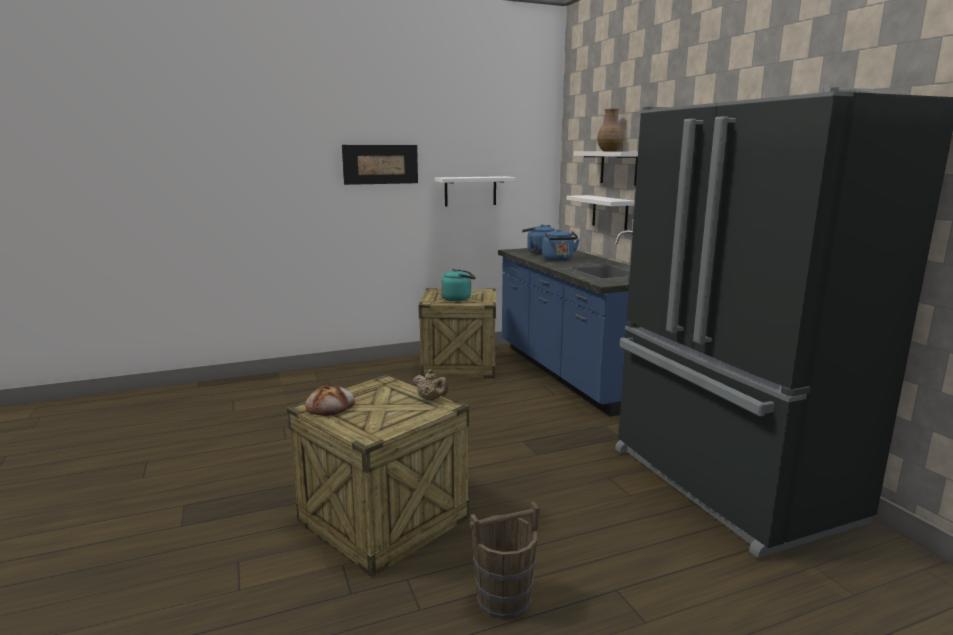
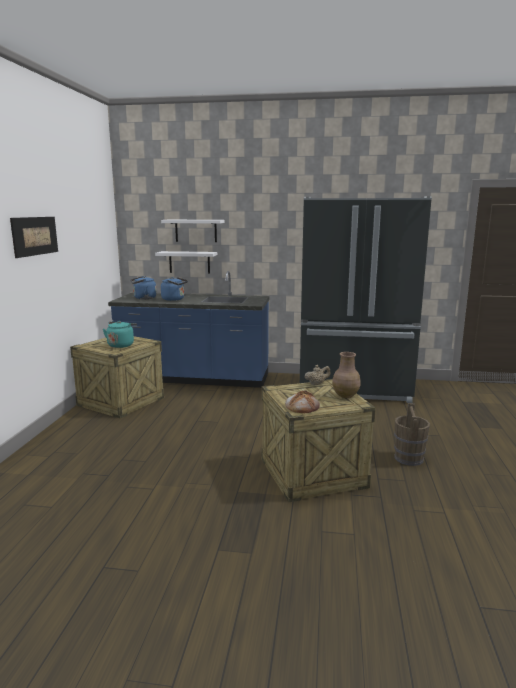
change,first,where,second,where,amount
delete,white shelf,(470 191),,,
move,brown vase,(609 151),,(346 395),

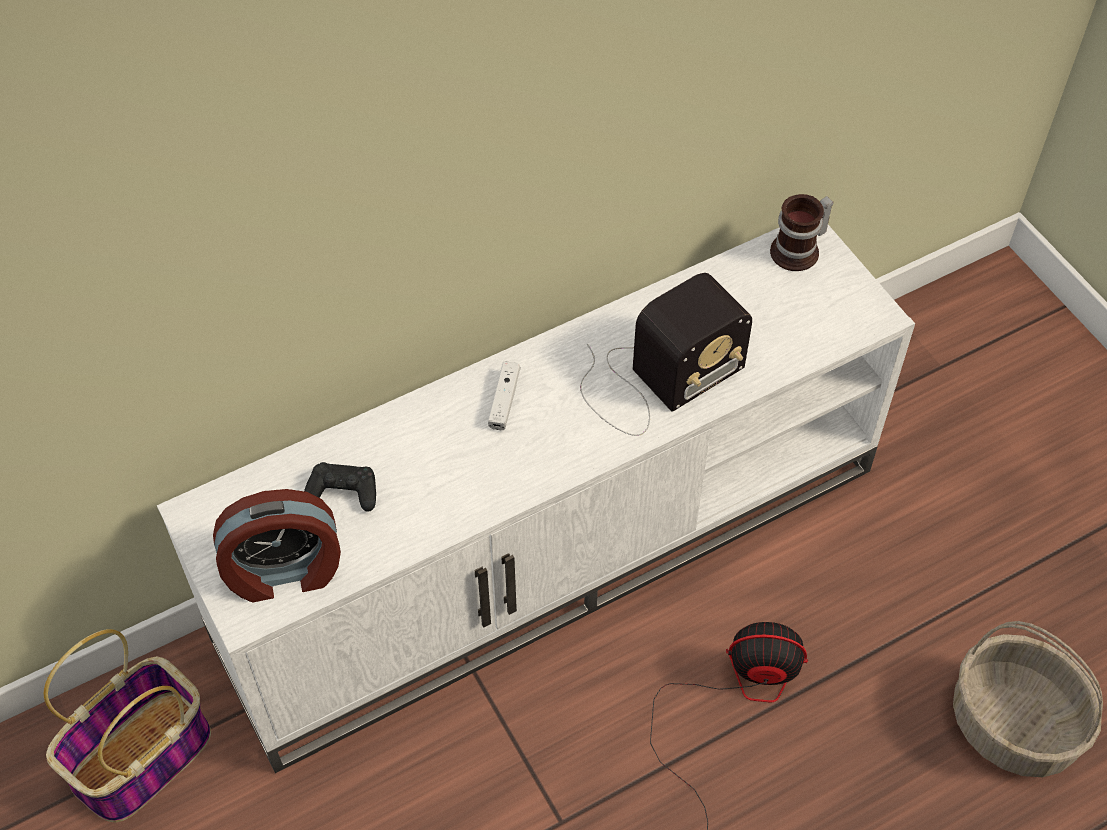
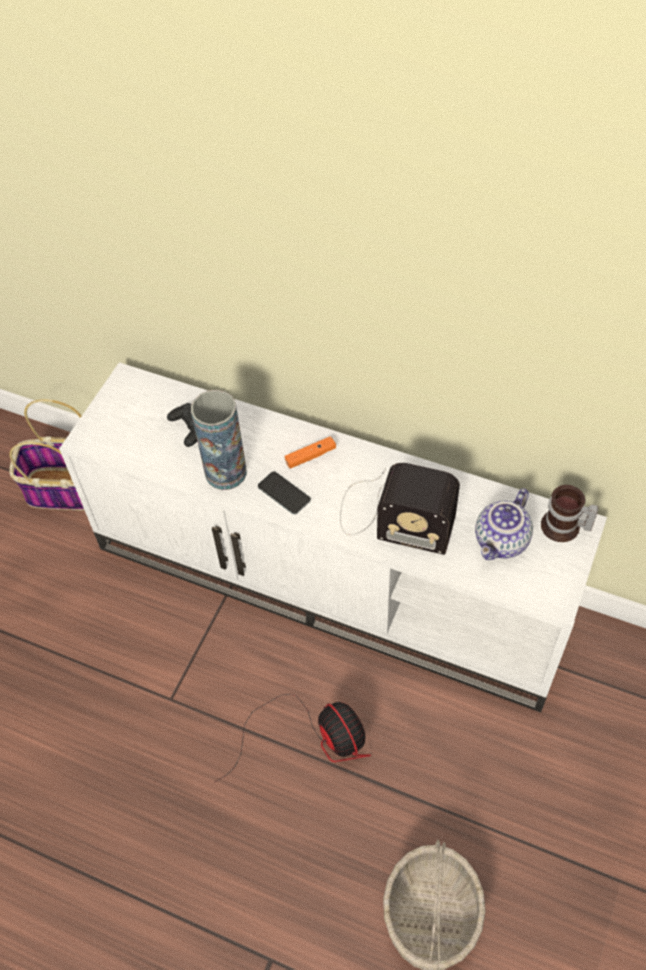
change,first,where,second,where,amount
delete,alarm clock,(284 572),,,
recolor,white game controller,(504 400),orange game controller,(310 456),
insert,,,vase,(226 472),
insert,,,phone,(284 493),
insert,,,teapot,(502 542),

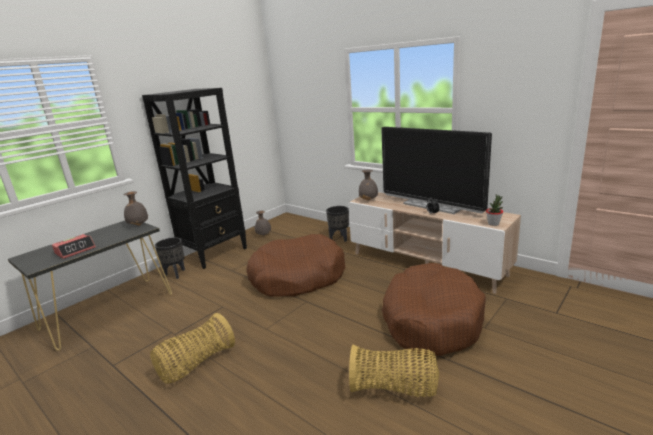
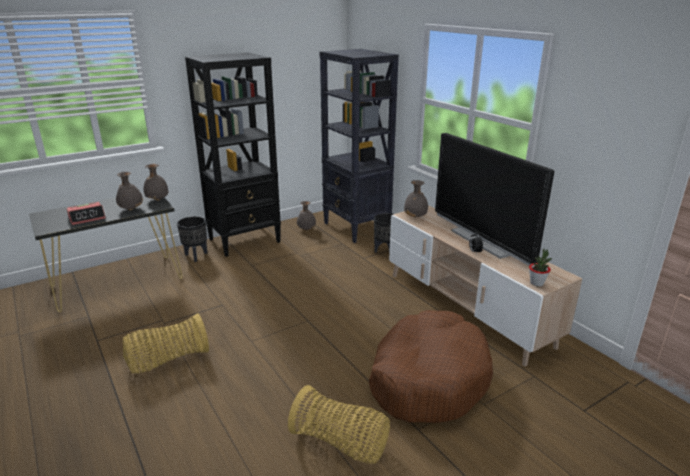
change,first,where,second,where,amount
delete,brown dog bed,(297 277),,,
insert,,,grey vase,(131 209),
insert,,,black bookcase,(356 228),

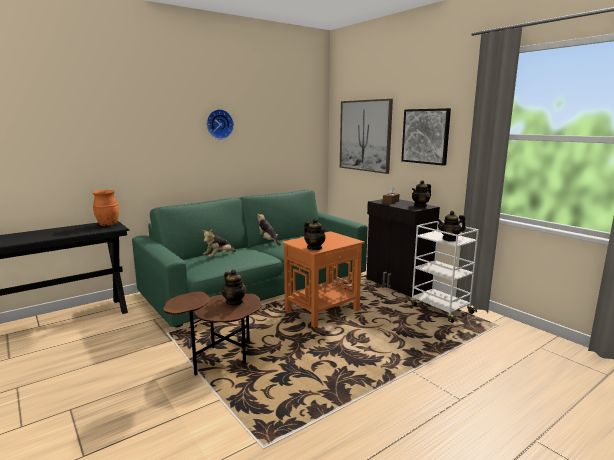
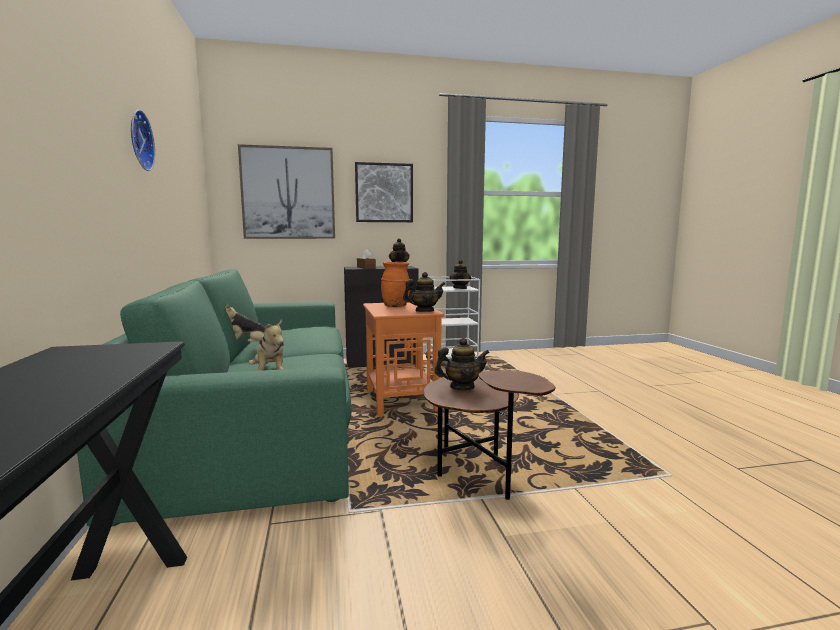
change,first,where,second,where,amount
move,orange vase,(108 225),,(396 306),

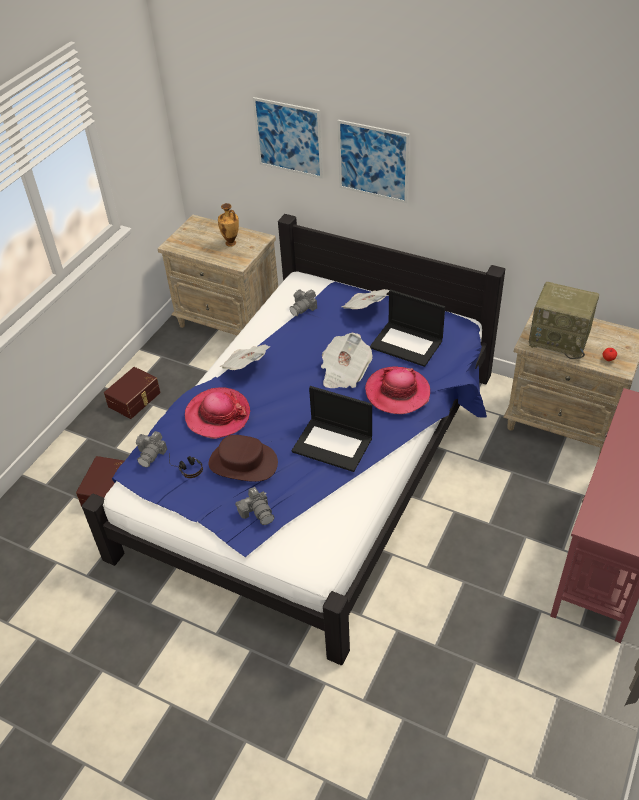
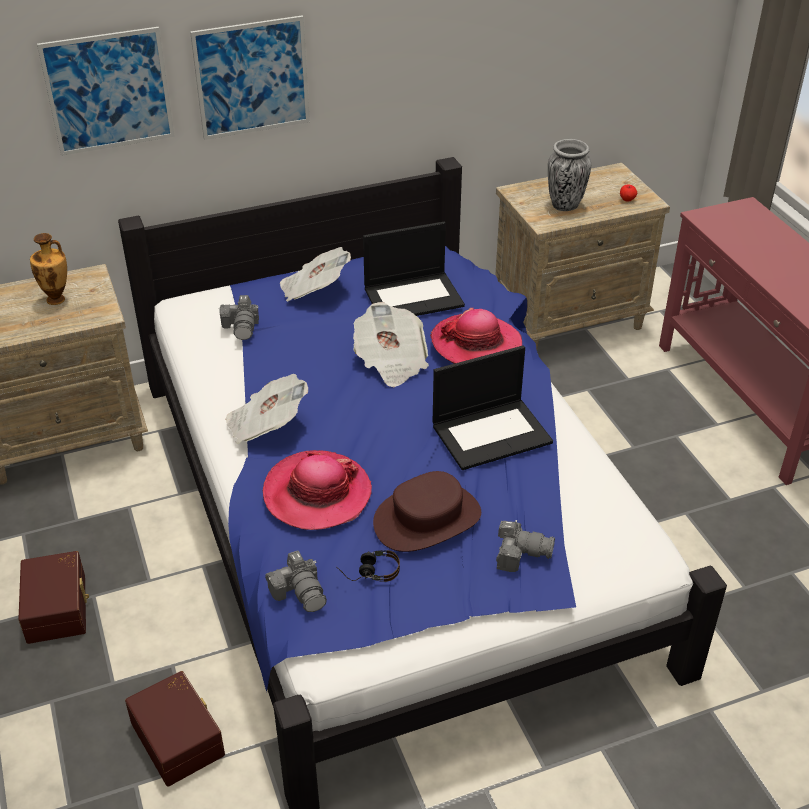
change,first,where,second,where,amount
replace,radio,(560 339),vase,(565 205),

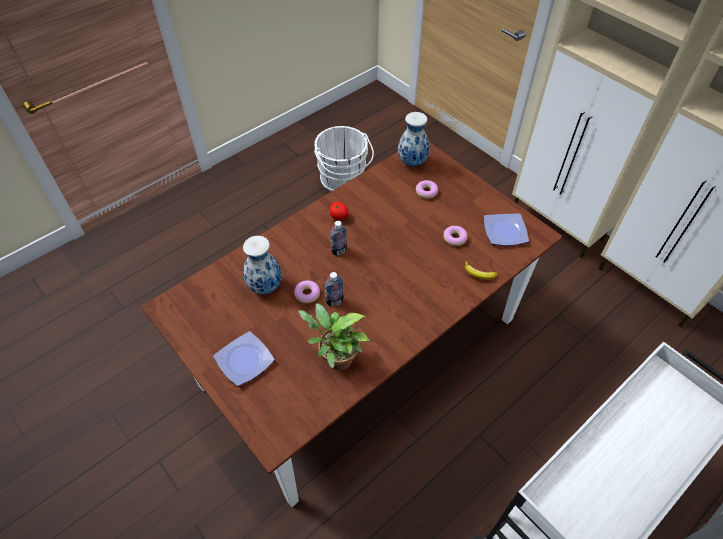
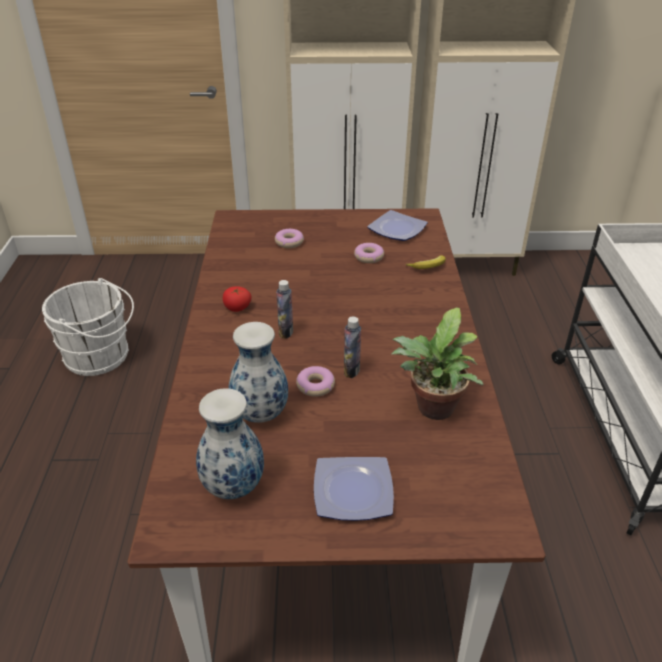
change,first,where,second,where,amount
move,vase,(412 163),,(234 488),

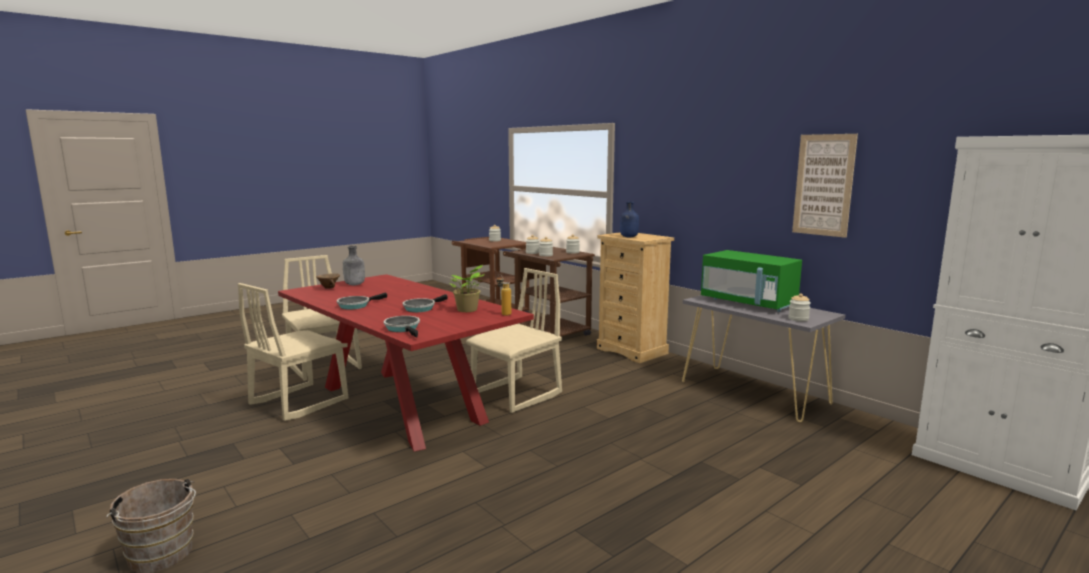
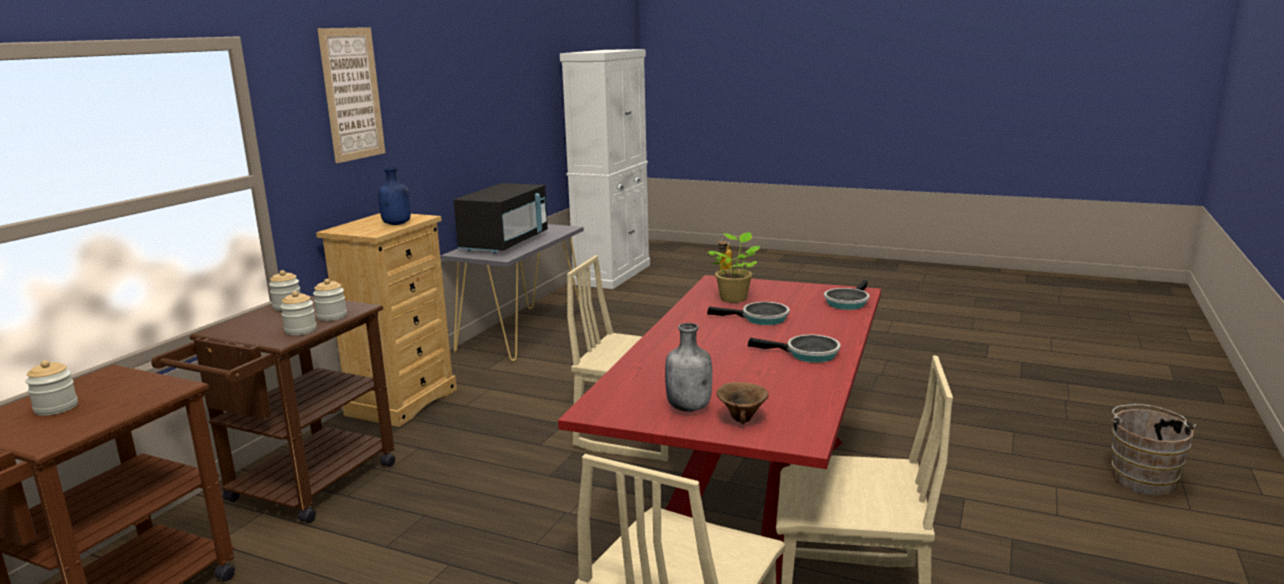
change,first,where,second,where,amount
recolor,green microwave,(748 303),black microwave,(505 243),
delete,jar,(798 319),,,
move,picture,(823 185),,(352 94),

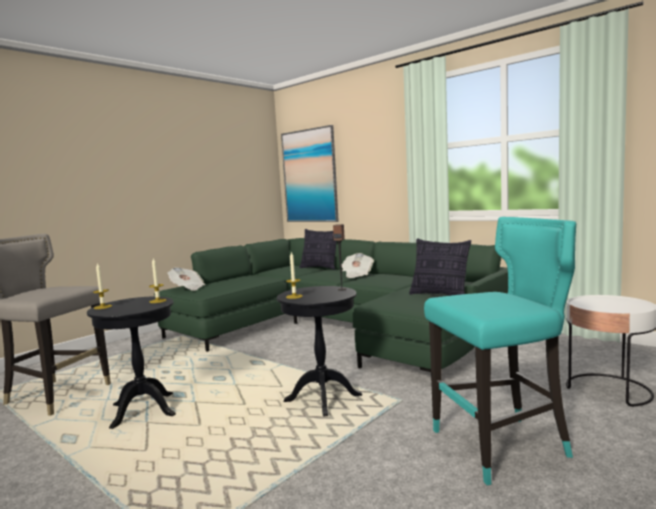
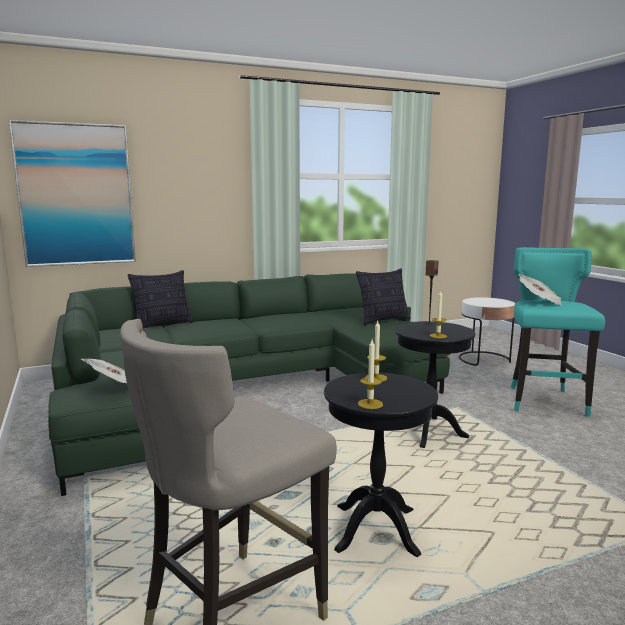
change,first,where,second,where,amount
move,newspaper,(357 274),,(539 302),

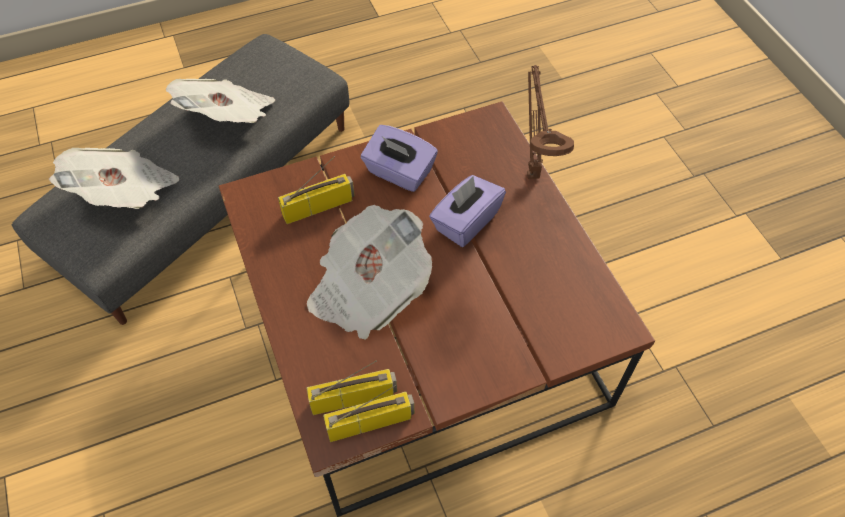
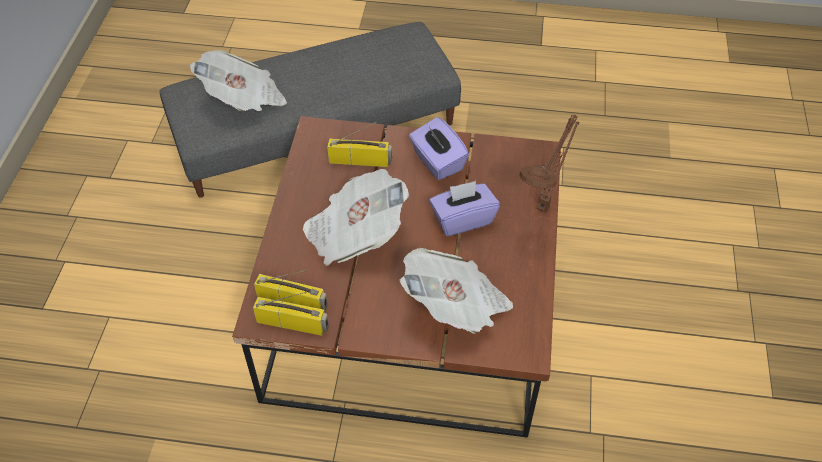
change,first,where,second,where,amount
move,newspaper,(229 118),,(456 306),

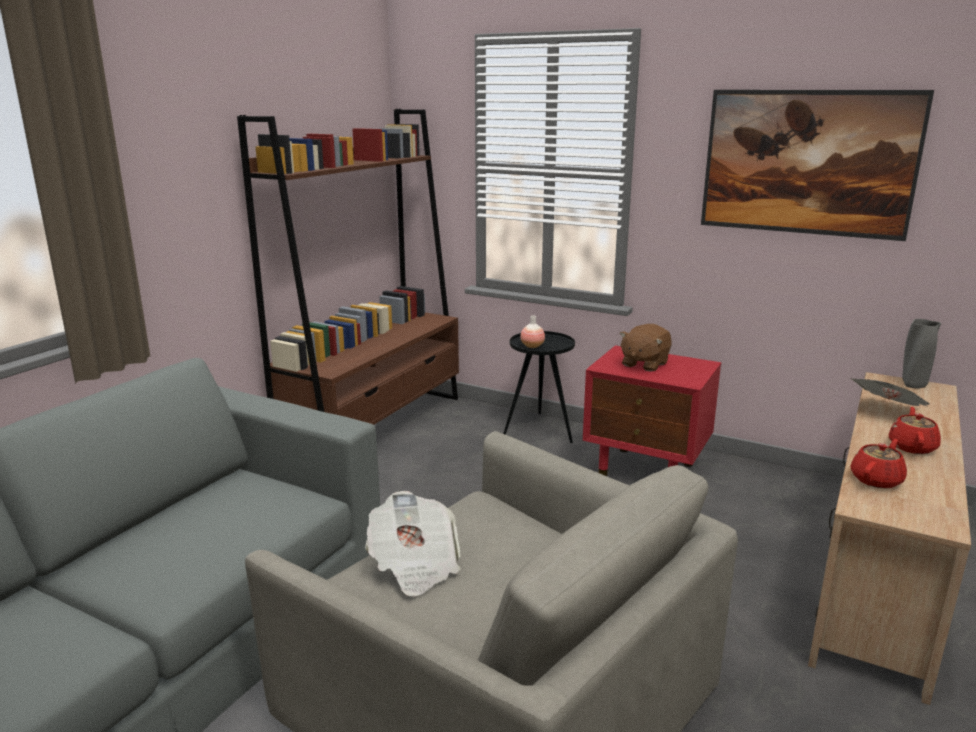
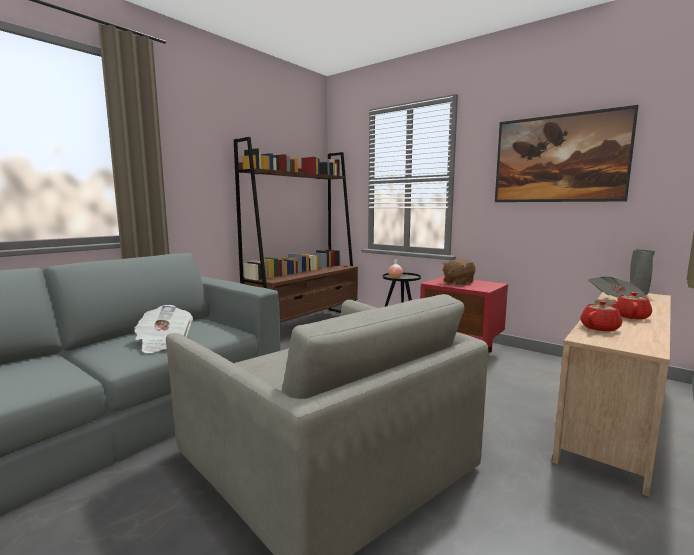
change,first,where,second,where,amount
move,newspaper,(414 565),,(163 343),

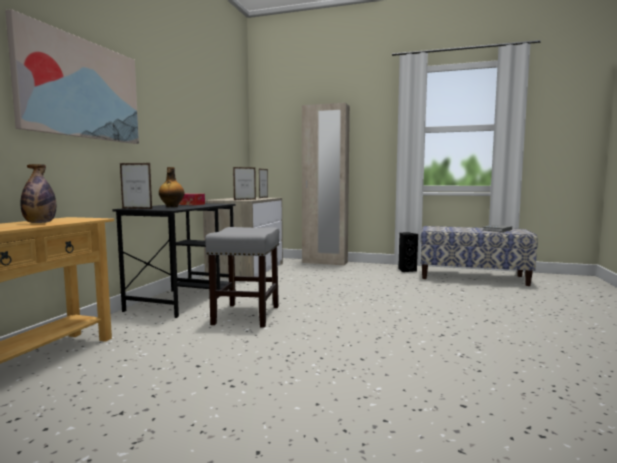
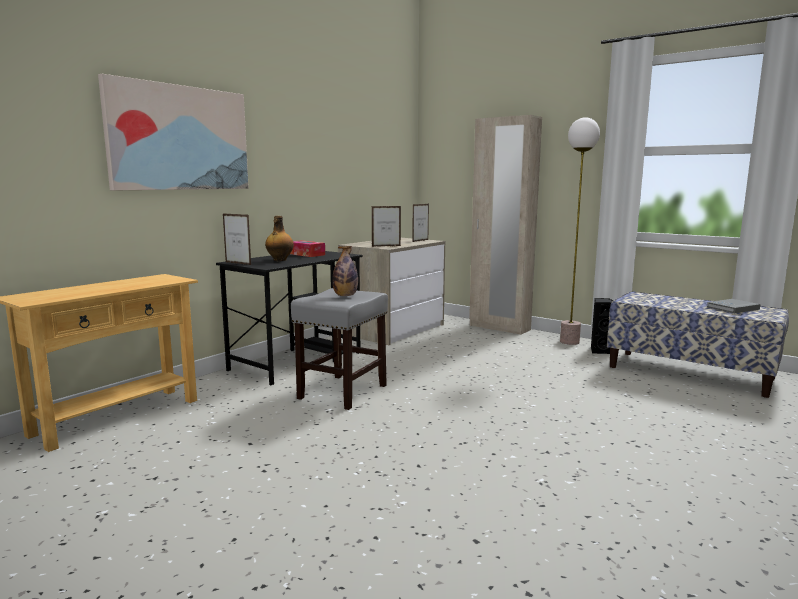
change,first,where,second,where,amount
move,bottle,(40 223),,(345 295),
insert,,,floor lamp,(569 342),

